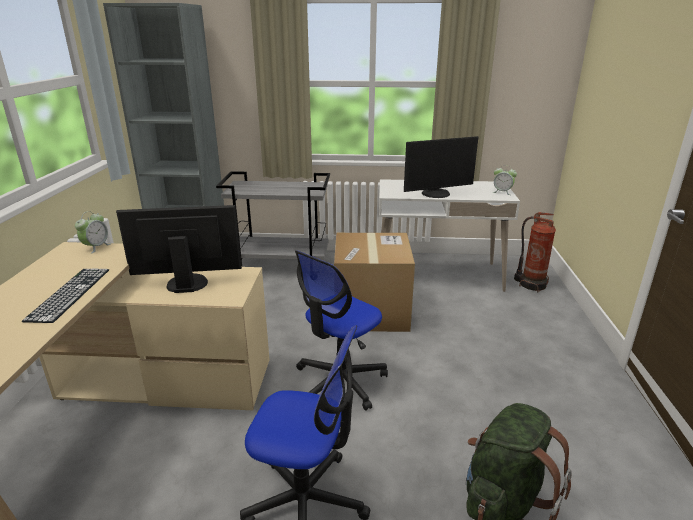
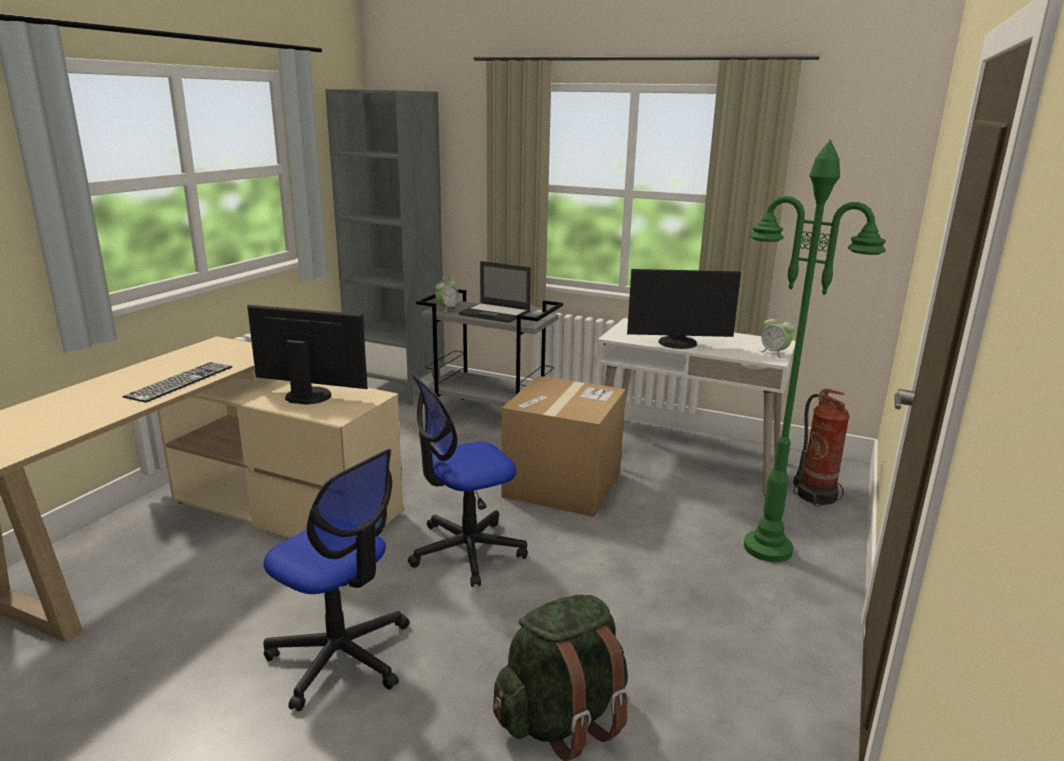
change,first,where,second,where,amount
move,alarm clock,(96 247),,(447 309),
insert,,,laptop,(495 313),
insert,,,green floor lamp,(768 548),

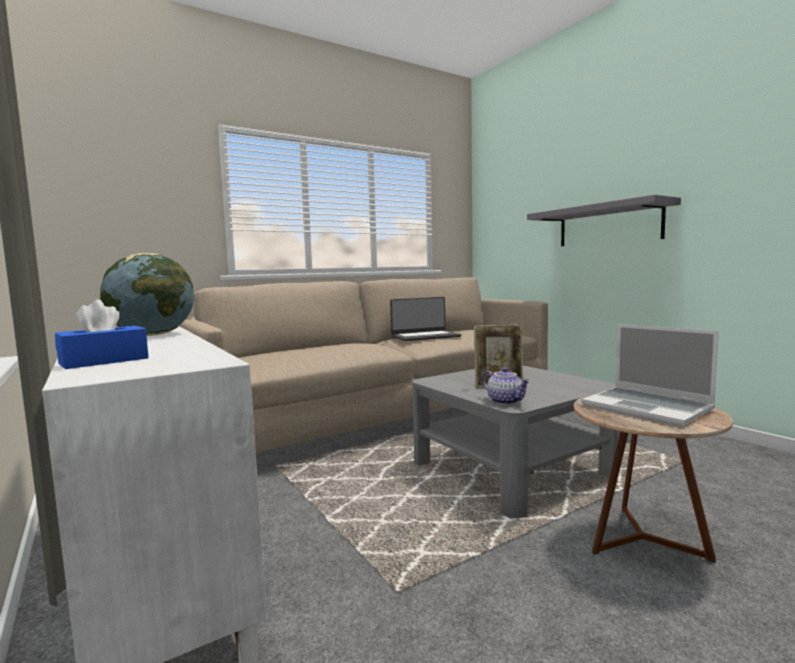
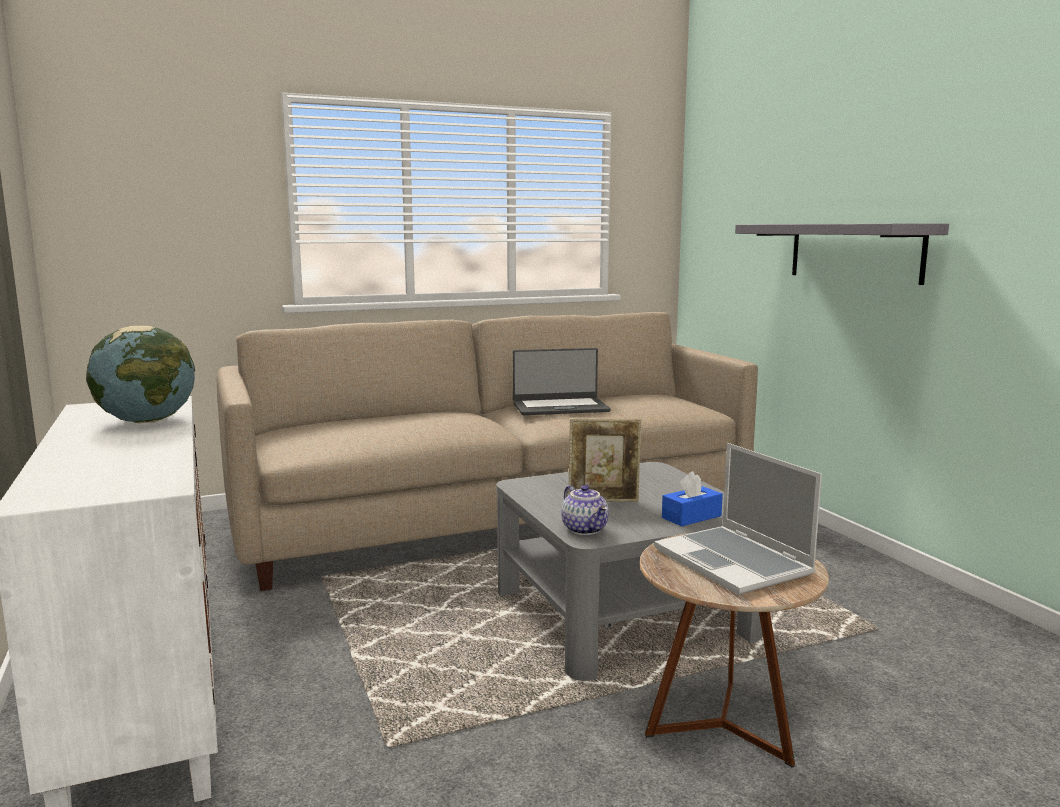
change,first,where,second,where,amount
move,blue tissue box,(104 361),,(691 517),

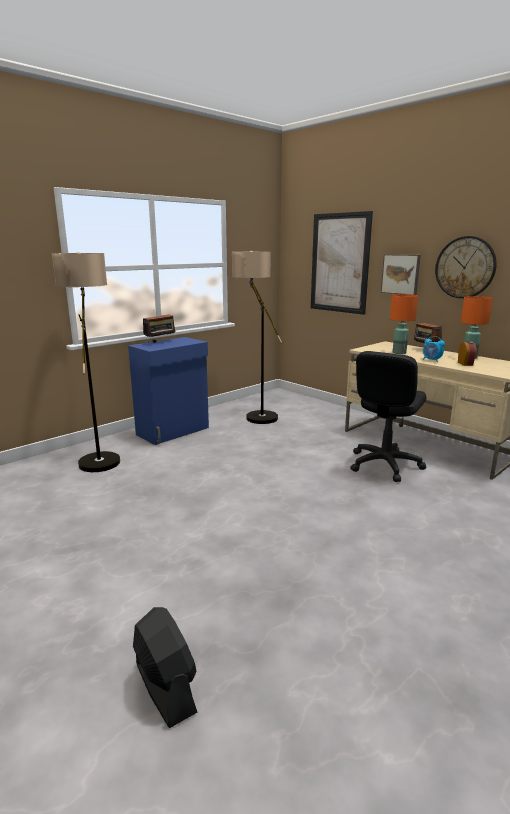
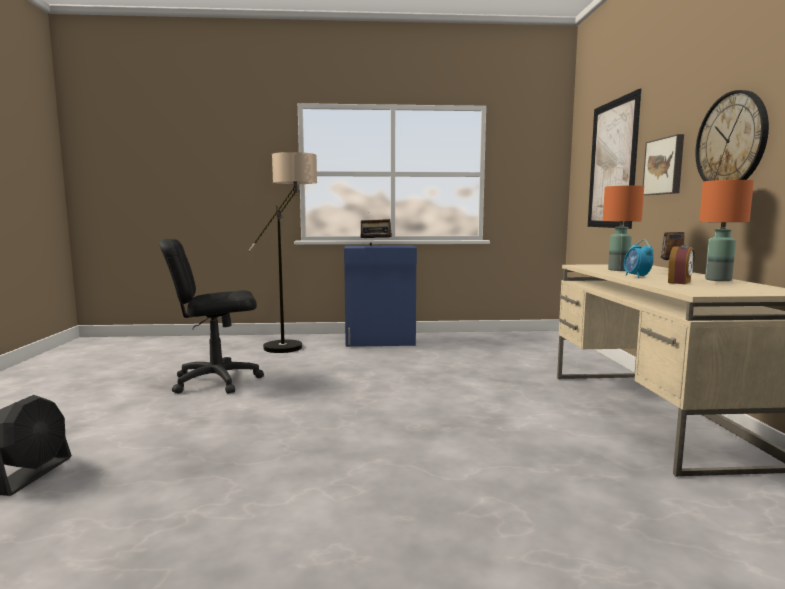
change,first,where,second,where,amount
delete,floor lamp,(256 414),,,
move,black office chair,(384 464),,(216 381),

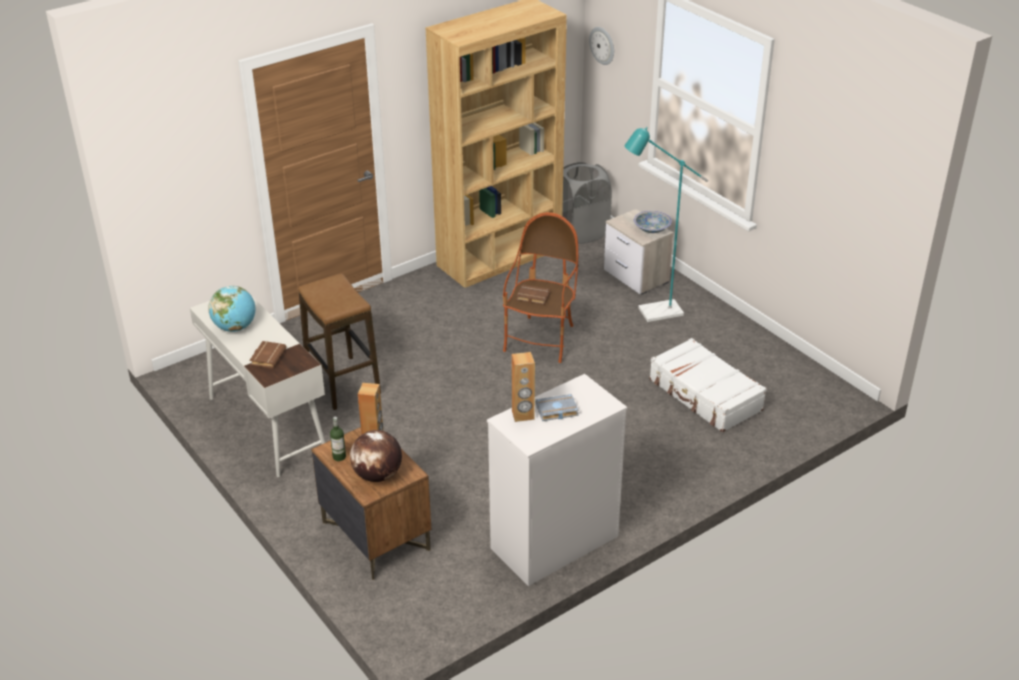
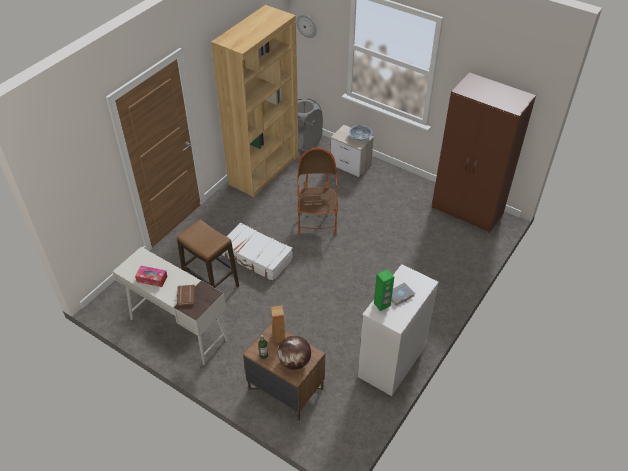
change,first,where,second,where,amount
replace,globe,(235 327),tissue box,(152 279),
recolor,brown speaker,(523 415),green speaker,(382 304),
delete,turquoise floor lamp,(653 313),,,
move,white suitcase,(704 395),,(256 257),
insert,,,brown wardrobe,(467 211),

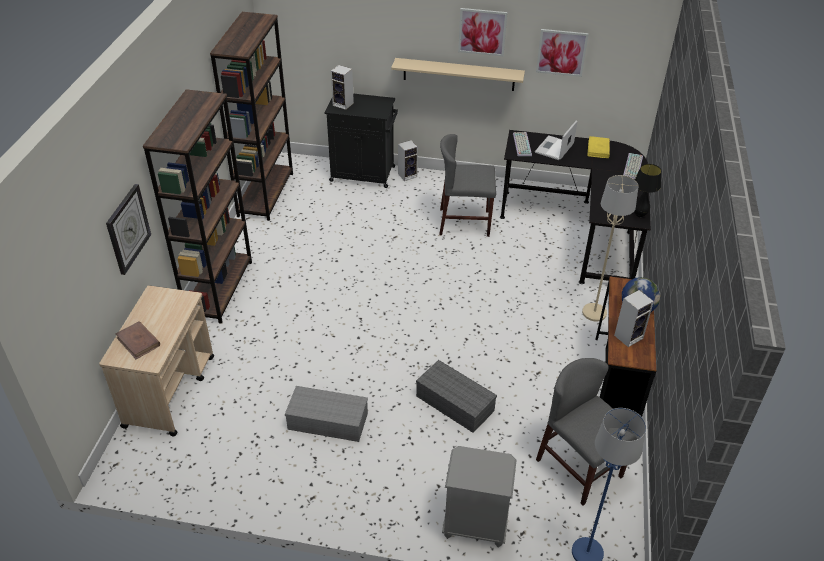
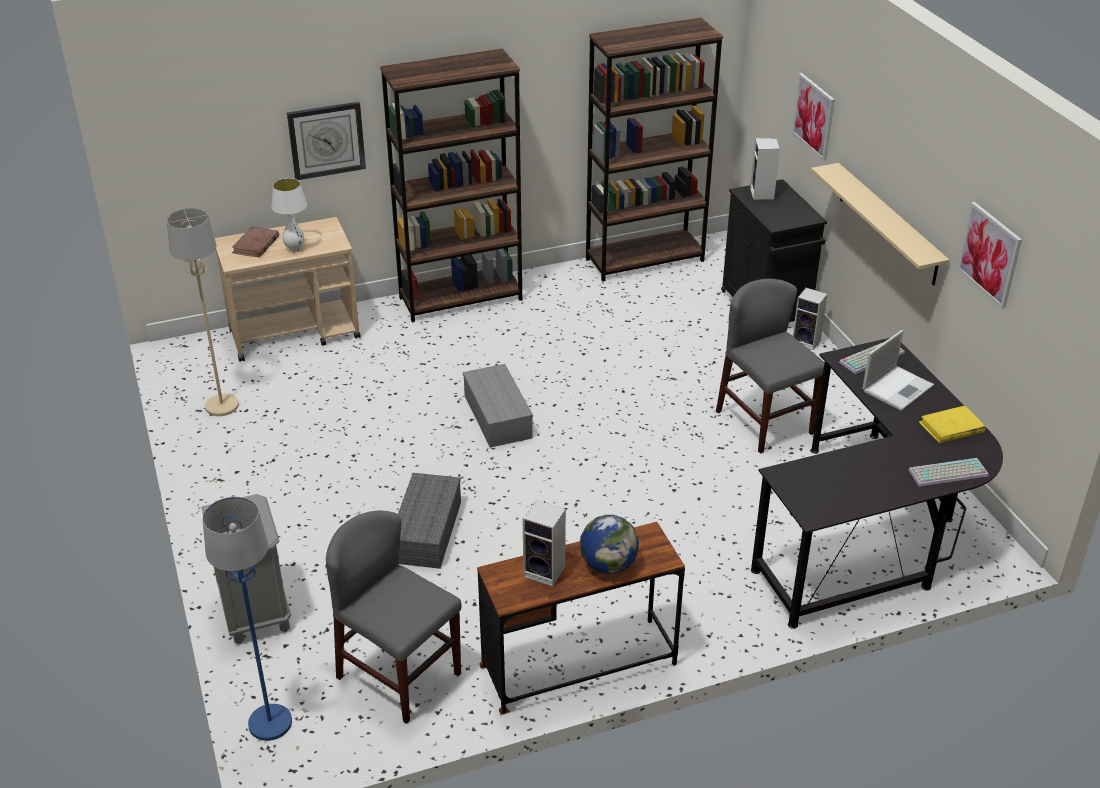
change,first,where,second,where,amount
move,grey storage box,(329 420),,(499 417),
move,picture,(482 32),,(814 116),
rotate,laptop,(554 149),,(898 387),135 degrees clockwise
rotate,grey chair,(579 468),,(399 675),75 degrees counterclockwise
move,beige floor lamp,(594 313),,(222 406),
delete,black table lamp,(639 215),,,
insert,,,white table lamp,(294 249),

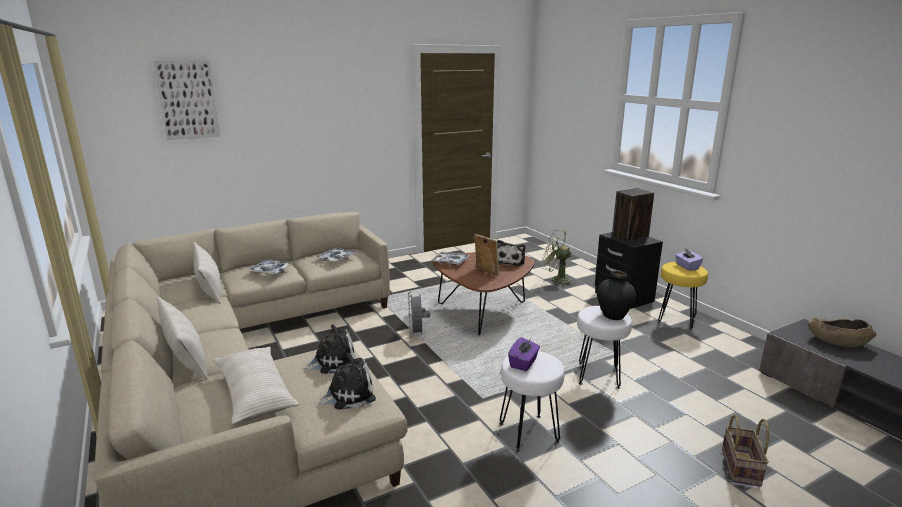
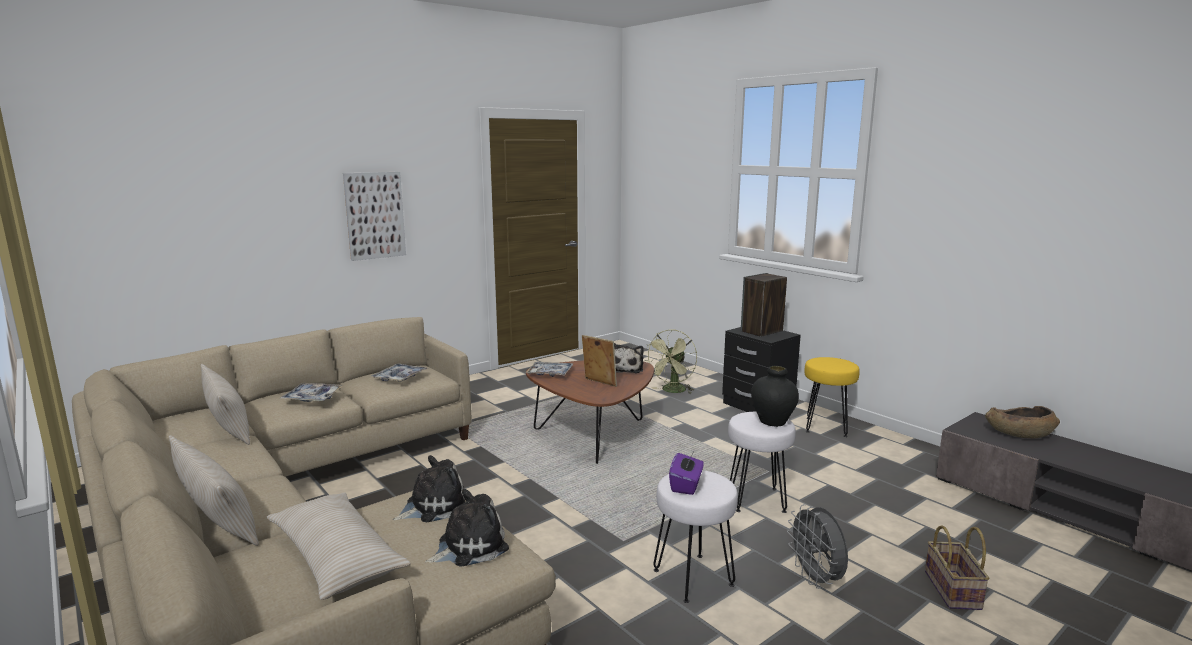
change,first,where,second,where,amount
move,picture,(188 100),,(375 215),
move,grey fan,(417 335),,(816 579),
rotate,green fan,(556 280),,(672 391),75 degrees counterclockwise
delete,purple tissue box,(687 267),,,

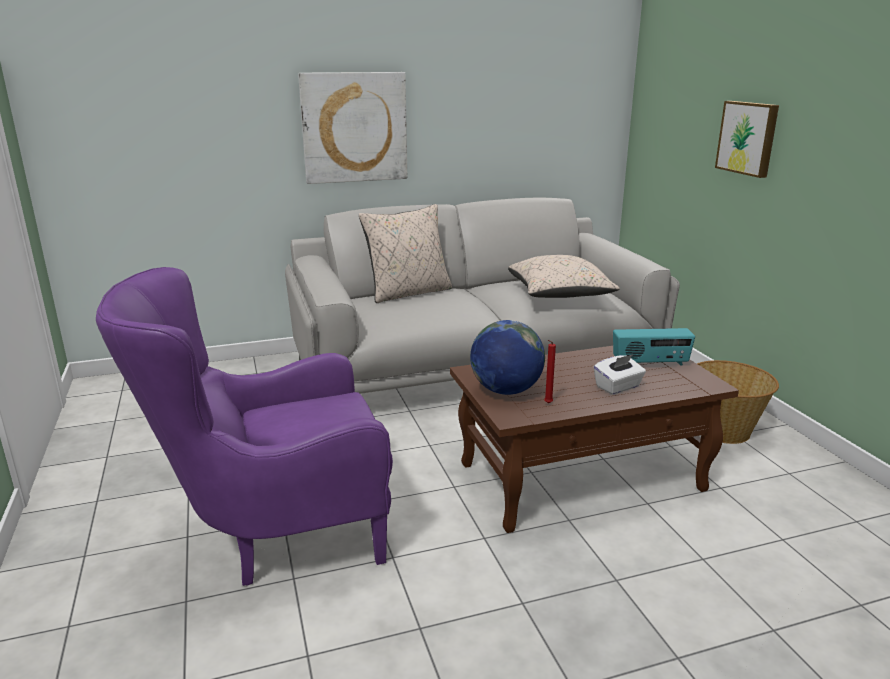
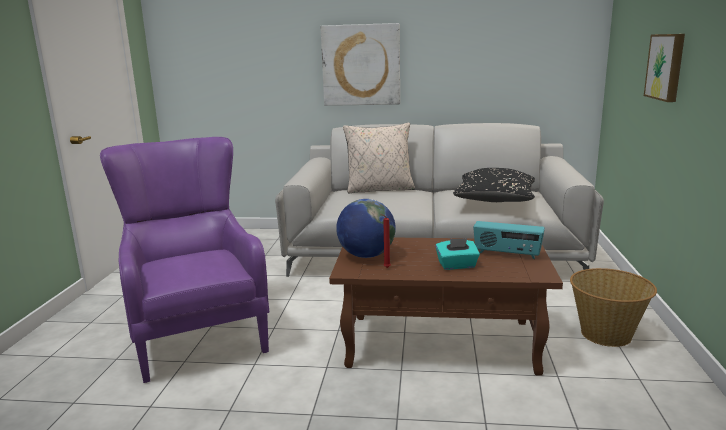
change,first,where,second,where,amount
rotate,purple armchair,(274 534),,(197 334),60 degrees clockwise
recolor,beige pillow,(559 295),black pillow,(494 201),
recolor,white tissue box,(618 387),turquoise tissue box,(457 265),

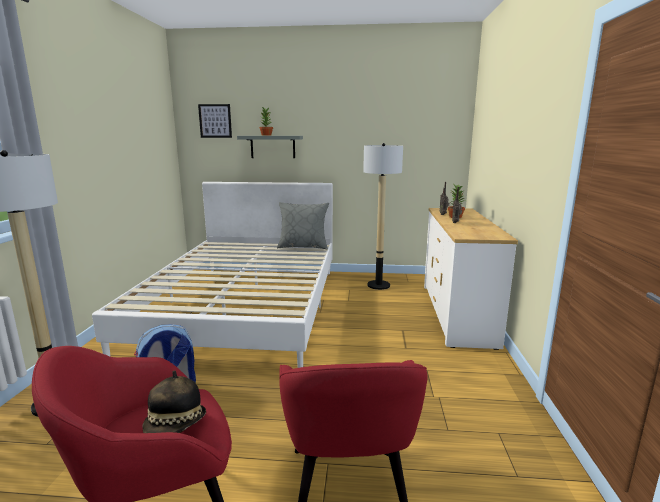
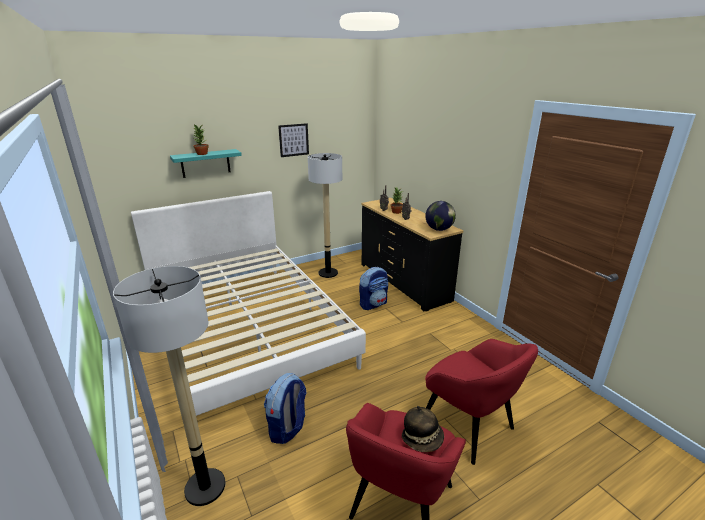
change,first,where,second,where,amount
move,picture,(215 121),,(293 140),
recolor,grey shelf,(272 147),turquoise shelf,(205 163),
delete,grey pillow,(303 246),,,
recolor,white dresser,(457 313),black dresser,(404 282),
insert,,,backpack,(373 304),
insert,,,globe,(439 229),

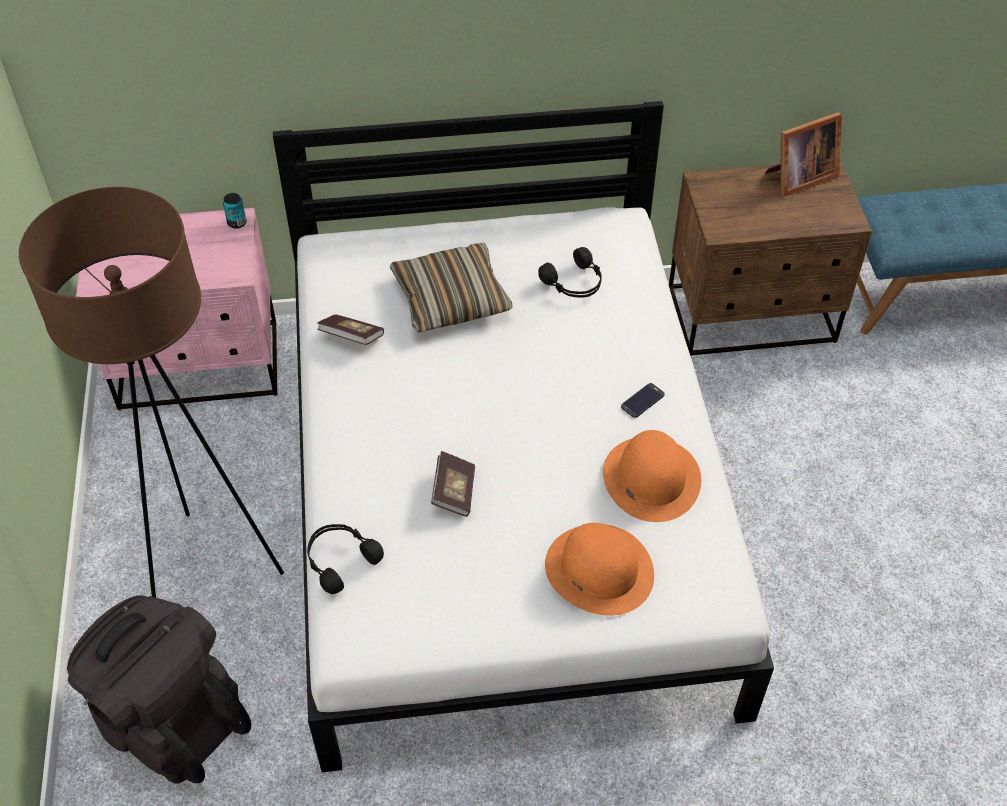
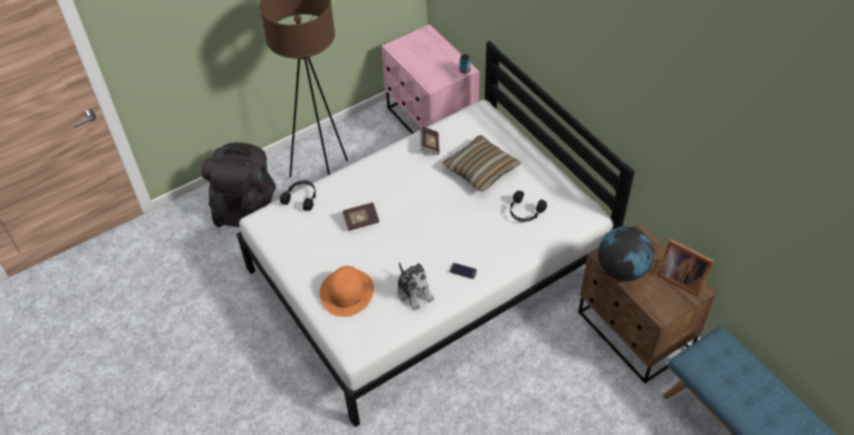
change,first,where,second,where,amount
replace,orange hat,(651 477),plush toy,(414 292),
insert,,,globe,(622 269),

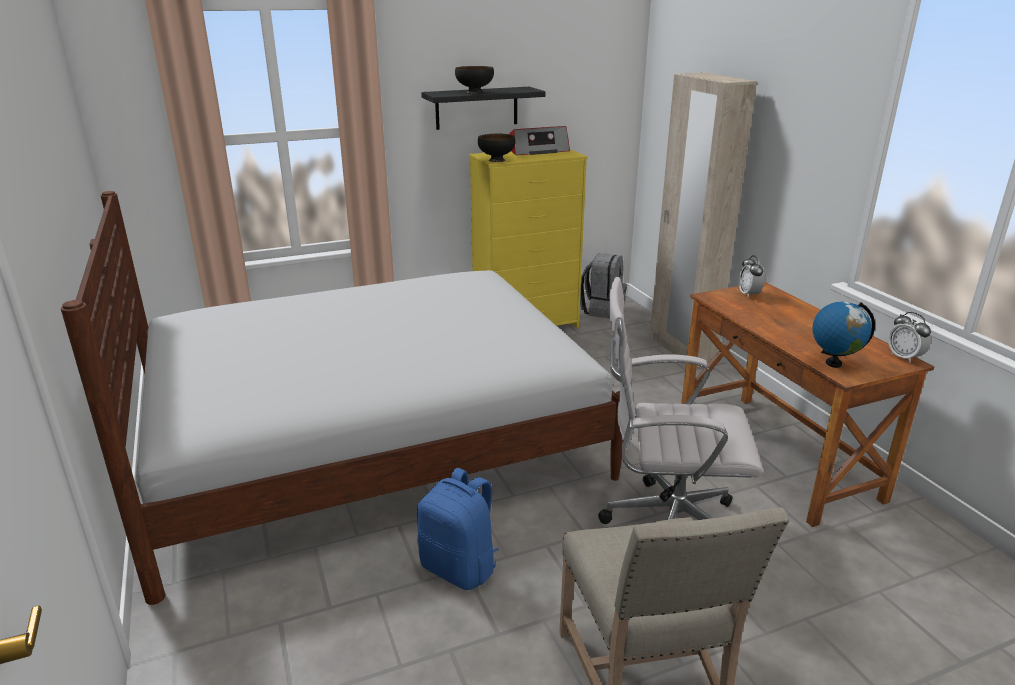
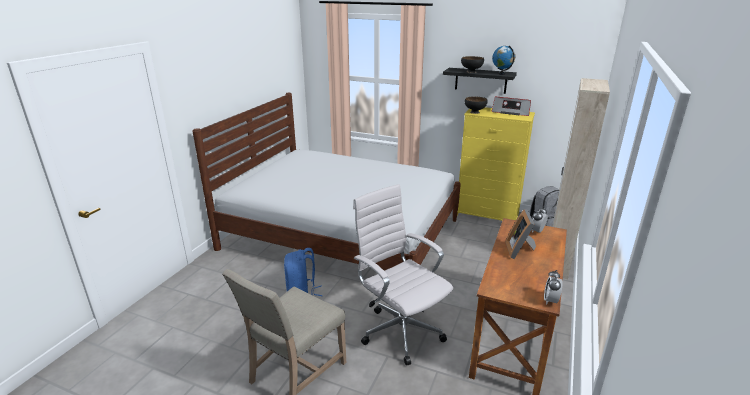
change,first,where,second,where,amount
move,globe,(833 363),,(501 74),
insert,,,picture frame,(520 250),

